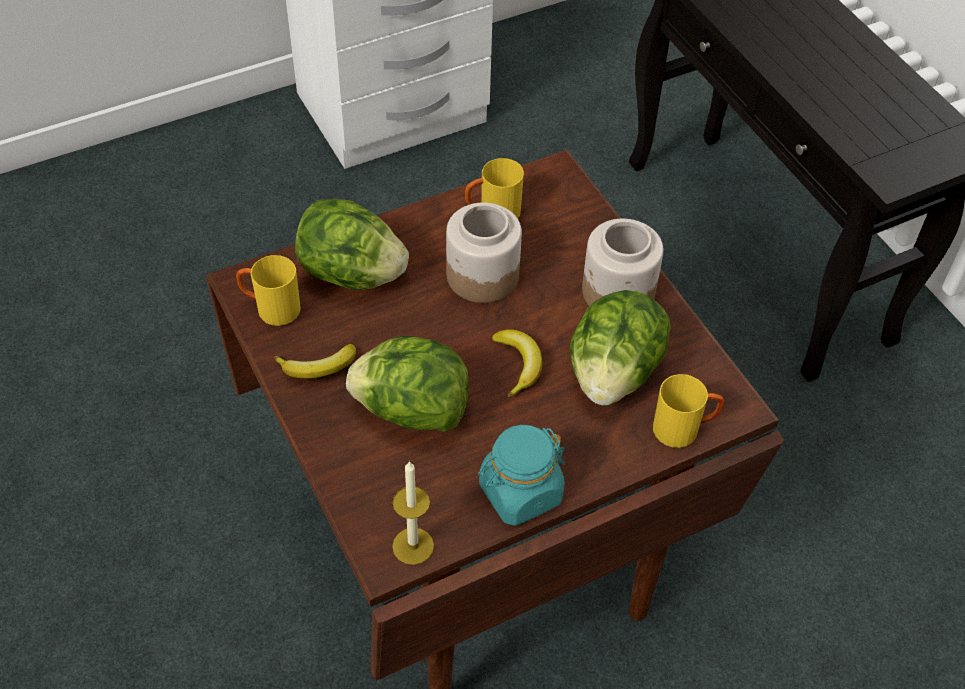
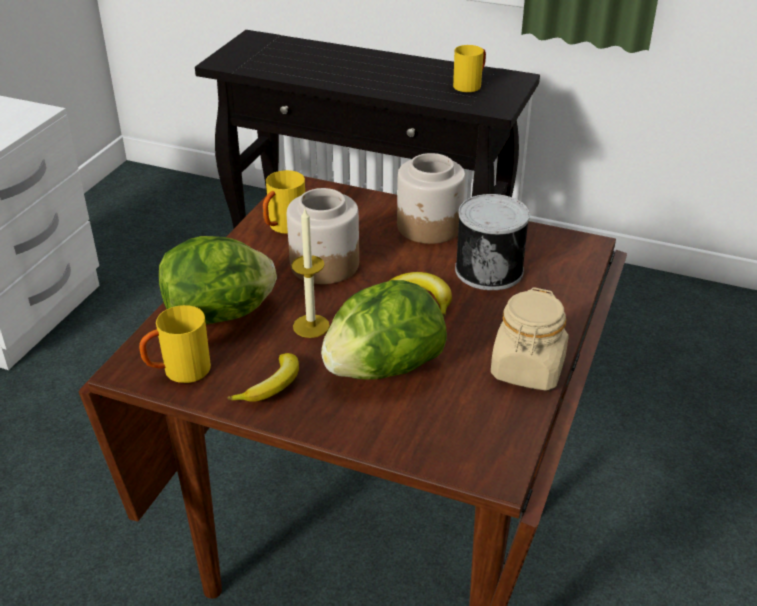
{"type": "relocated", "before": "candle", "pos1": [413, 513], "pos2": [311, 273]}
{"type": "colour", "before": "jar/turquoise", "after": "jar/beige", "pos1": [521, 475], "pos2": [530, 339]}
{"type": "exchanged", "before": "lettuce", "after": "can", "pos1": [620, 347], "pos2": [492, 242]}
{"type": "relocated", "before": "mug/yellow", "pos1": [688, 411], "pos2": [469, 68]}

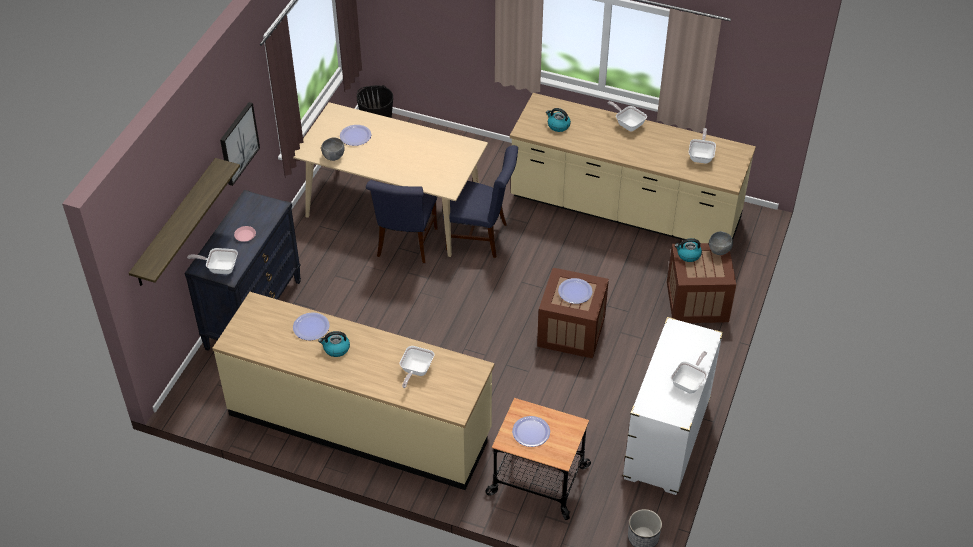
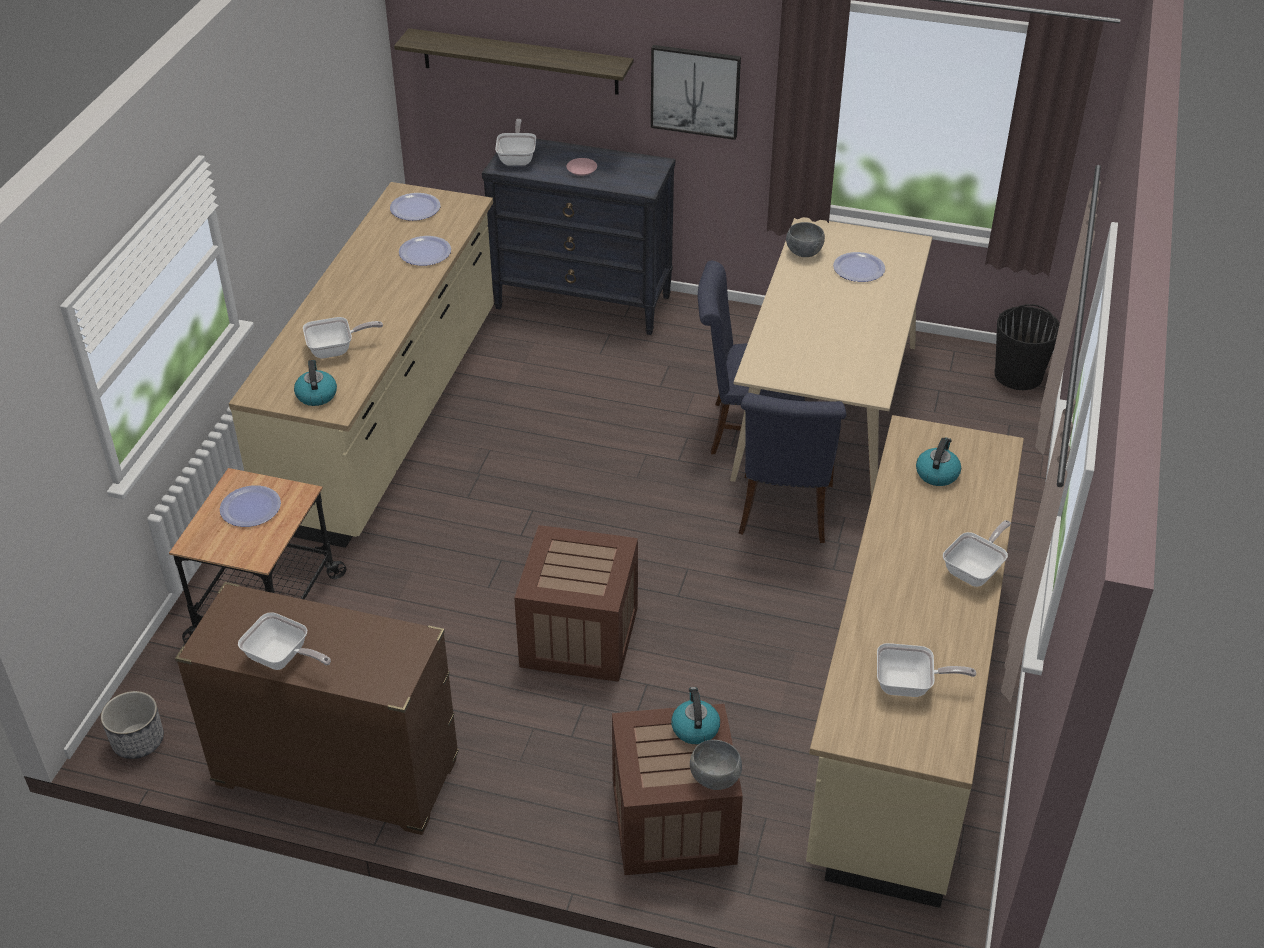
{"type": "relocated", "before": "kettle", "pos1": [334, 344], "pos2": [315, 383]}
{"type": "spun", "before": "frying pan", "pos1": [417, 367], "pos2": [343, 338], "turn": 150}
{"type": "relocated", "before": "plate", "pos1": [575, 291], "pos2": [415, 207]}
{"type": "colour", "before": "dresser/white", "after": "dresser/brown", "pos1": [673, 406], "pos2": [317, 708]}

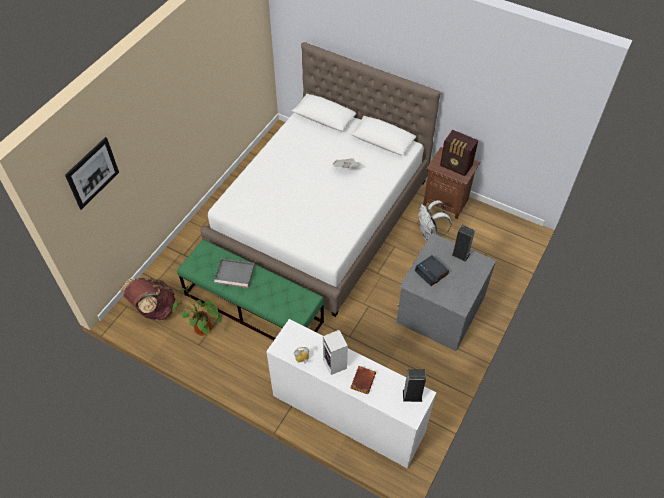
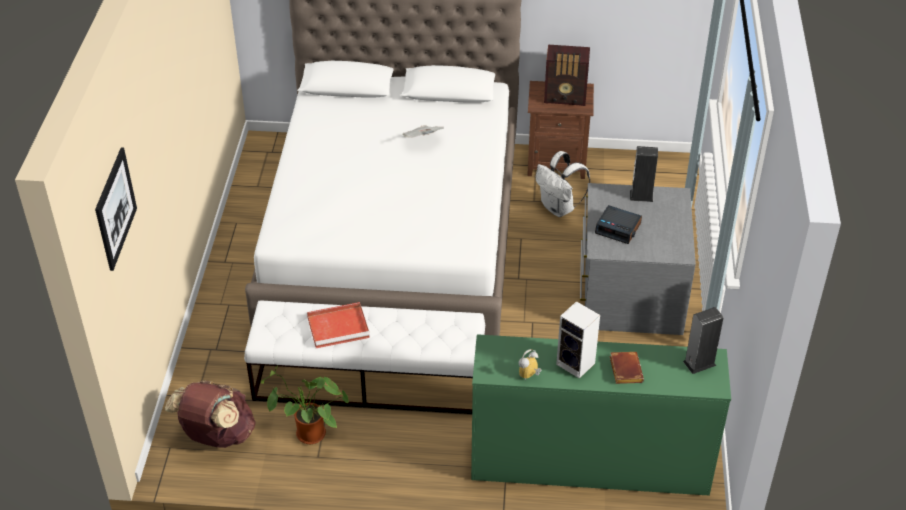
{"type": "colour", "before": "bench/green", "after": "bench/white", "pos1": [250, 290], "pos2": [364, 357]}
{"type": "colour", "before": "tray/grey", "after": "tray/red", "pos1": [234, 273], "pos2": [338, 325]}
{"type": "colour", "before": "dresser/white", "after": "dresser/green", "pos1": [351, 393], "pos2": [601, 415]}

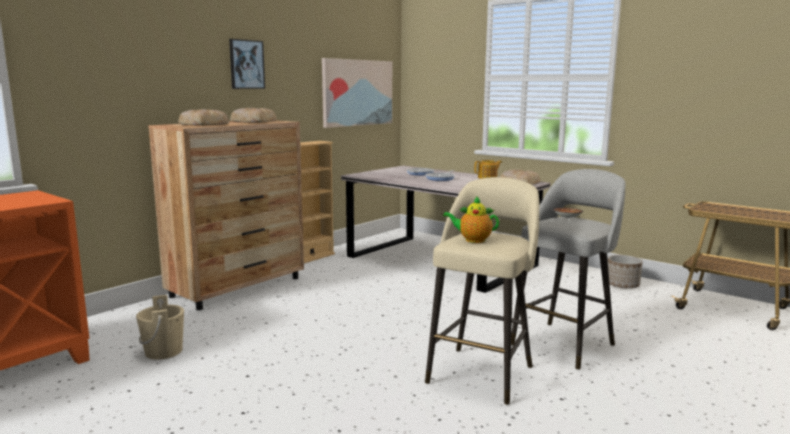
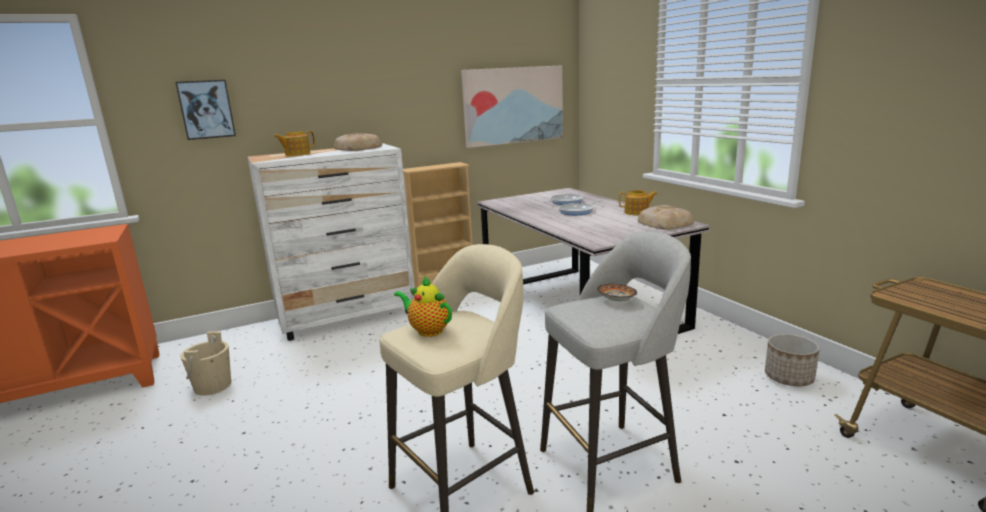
{"type": "colour", "before": "dresser/brown", "after": "dresser/white", "pos1": [226, 215], "pos2": [331, 242]}
{"type": "exchanged", "before": "bread", "after": "teapot", "pos1": [203, 117], "pos2": [294, 143]}
{"type": "relocated", "before": "picture", "pos1": [247, 64], "pos2": [205, 110]}

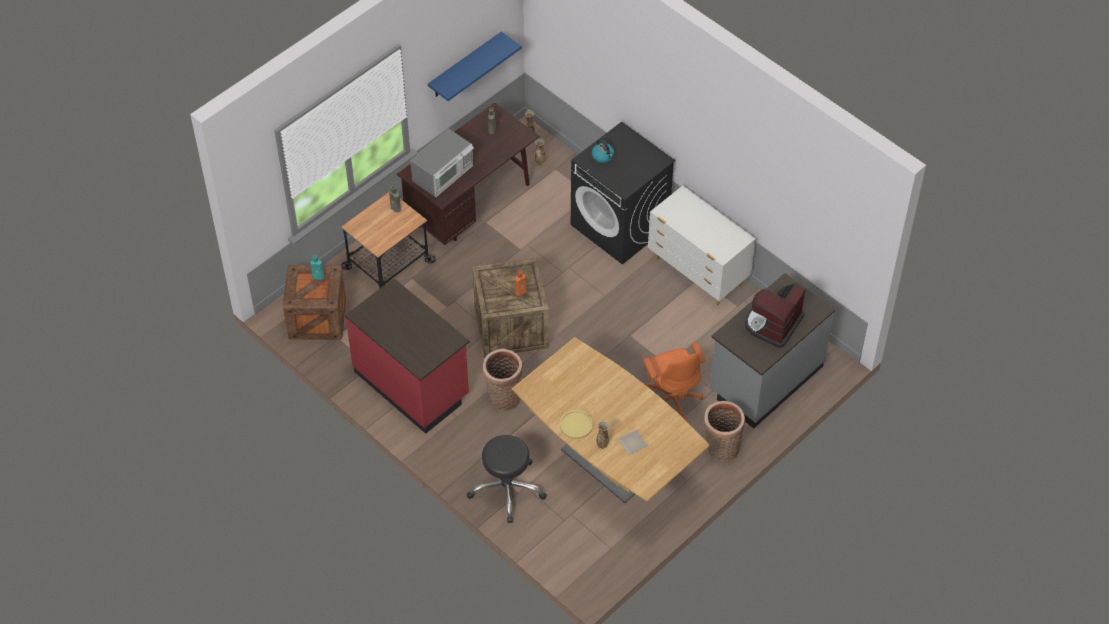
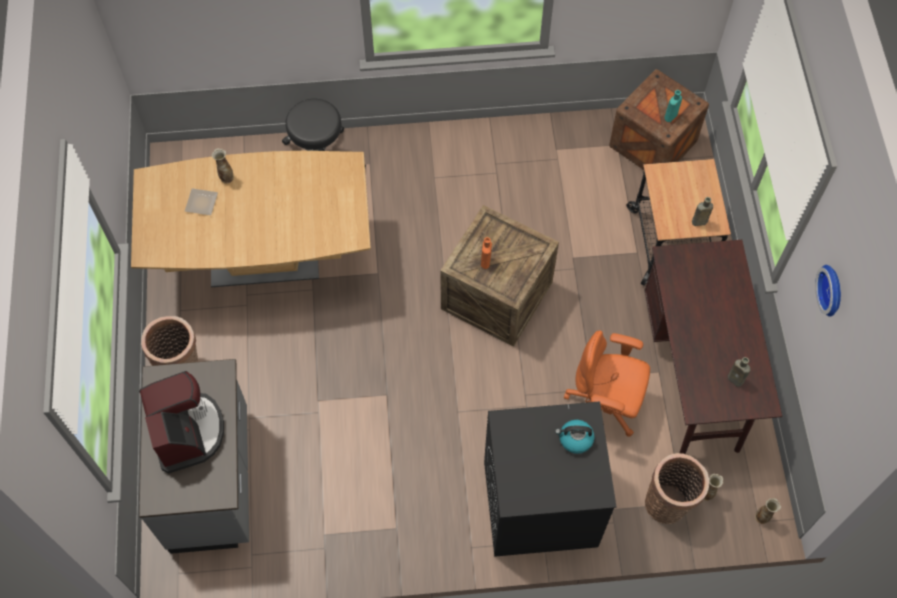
{"type": "missing", "before": "counter/red", "pos1": [407, 356]}
{"type": "missing", "before": "microwave", "pos1": [442, 162]}
{"type": "missing", "before": "shelf/blue", "pos1": [475, 66]}
{"type": "relocated", "before": "basket", "pos1": [503, 380], "pos2": [677, 488]}
{"type": "missing", "before": "plate/yellow", "pos1": [576, 424]}
{"type": "relocated", "before": "office chair/orange", "pos1": [674, 382], "pos2": [607, 383]}
{"type": "missing", "before": "dresser/white", "pos1": [702, 246]}
{"type": "appeared", "after": "wall clock", "pos2": [828, 291]}

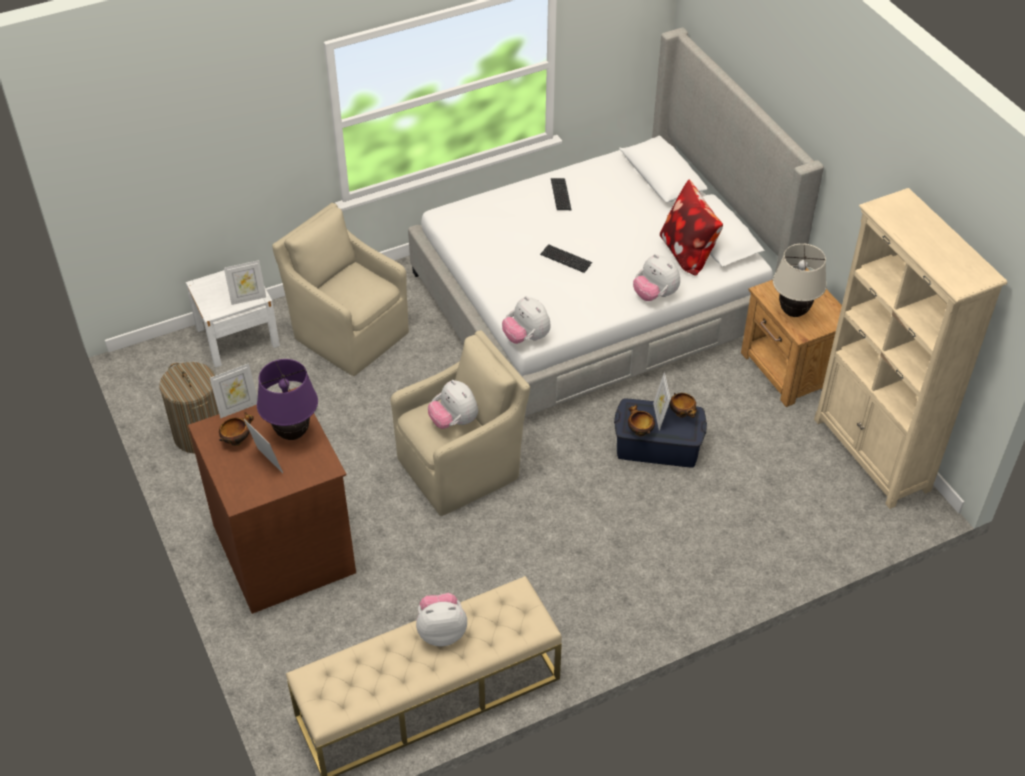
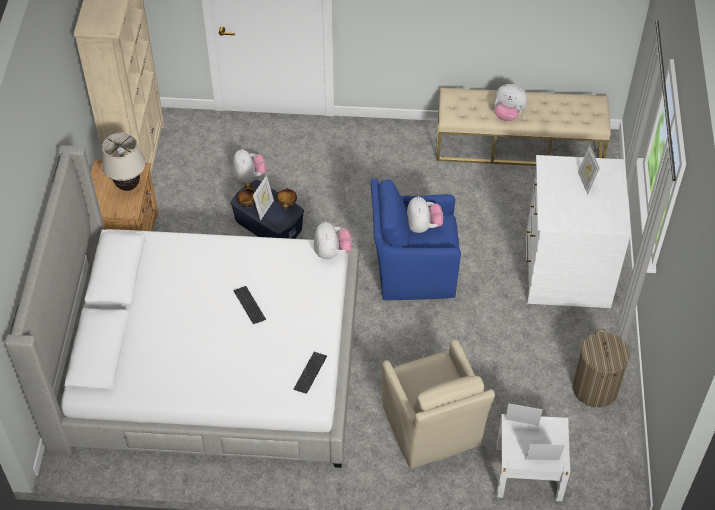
{"type": "colour", "before": "dresser/brown", "after": "dresser/white", "pos1": [272, 500], "pos2": [578, 231]}
{"type": "relocated", "before": "picture frame", "pos1": [234, 390], "pos2": [545, 452]}
{"type": "missing", "before": "bowl", "pos1": [236, 429]}
{"type": "missing", "before": "table lamp/purple", "pos1": [287, 399]}
{"type": "colour", "before": "armchair/beige", "after": "armchair/blue", "pos1": [460, 423], "pos2": [416, 239]}
{"type": "relocated", "before": "keyboard", "pos1": [561, 194], "pos2": [310, 373]}
{"type": "relocated", "before": "plush toy", "pos1": [656, 277], "pos2": [250, 166]}
{"type": "missing", "before": "pillow", "pos1": [691, 227]}

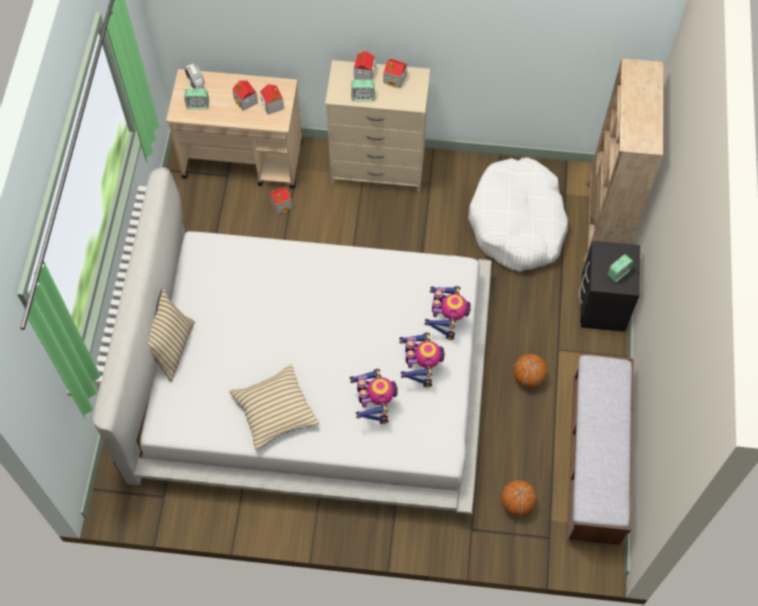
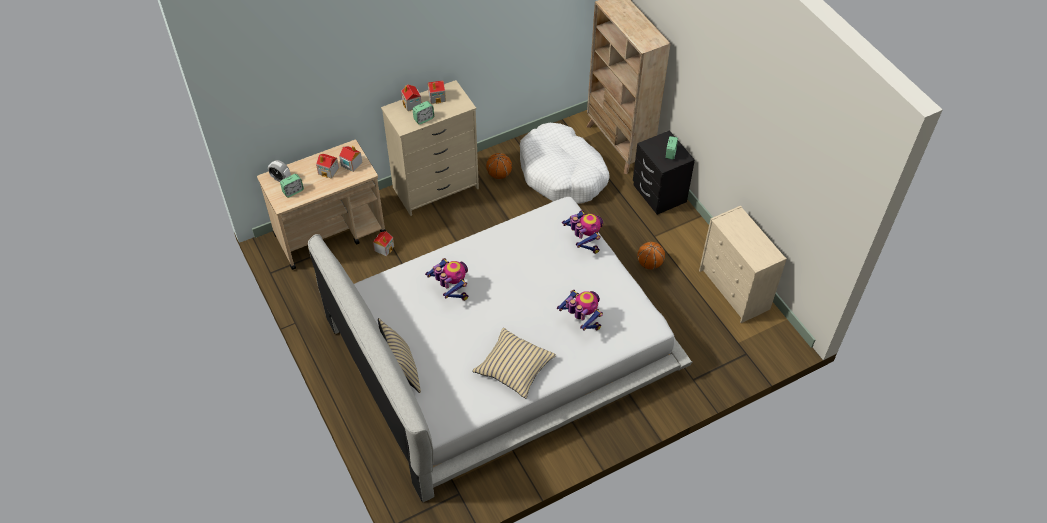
{"type": "relocated", "before": "toy robot", "pos1": [422, 360], "pos2": [446, 279]}
{"type": "relocated", "before": "basketball", "pos1": [519, 498], "pos2": [499, 166]}
{"type": "exchanged", "before": "bench", "after": "dresser/beige", "pos1": [600, 450], "pos2": [743, 264]}

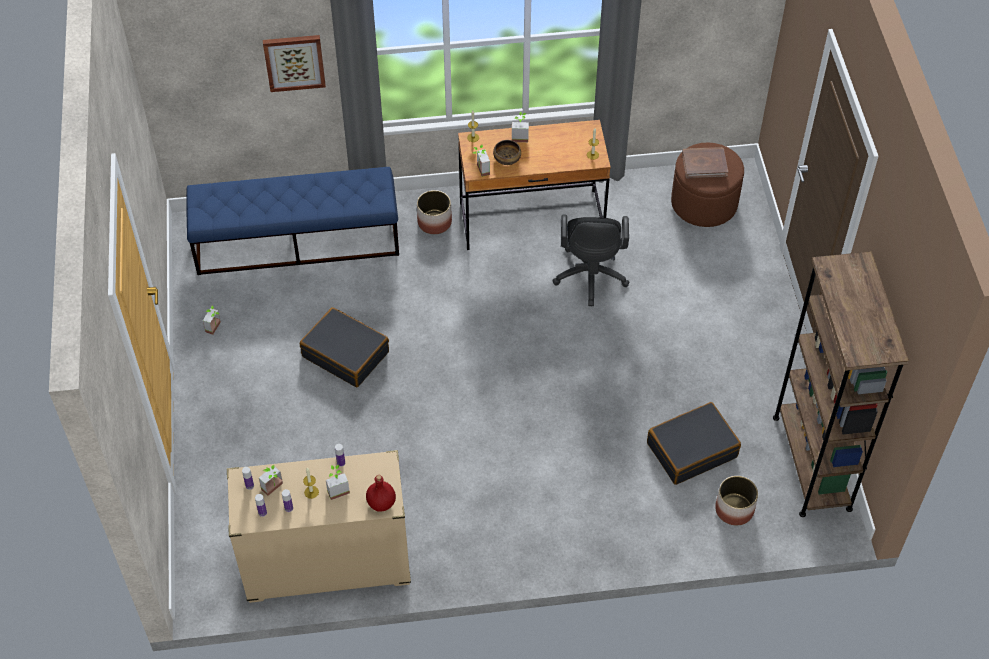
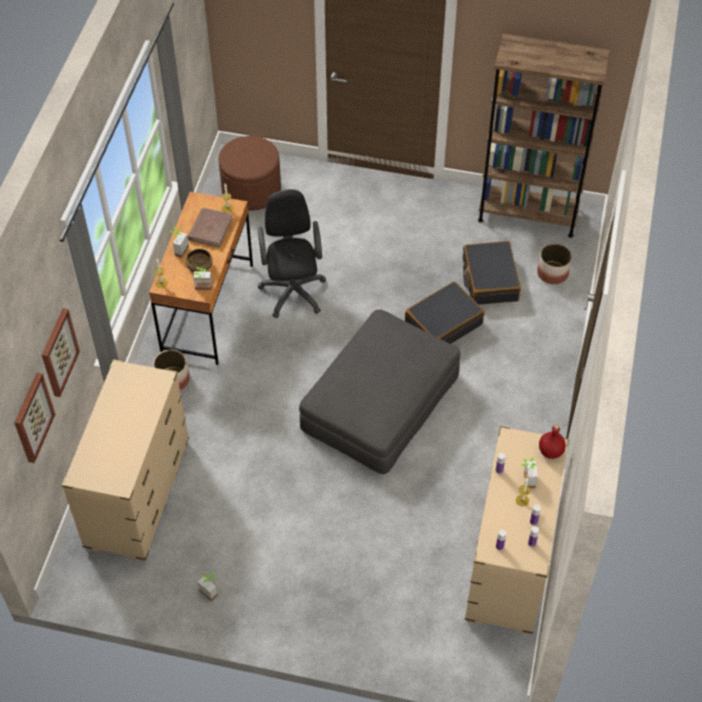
{"type": "exchanged", "before": "bench/blue", "after": "dresser/beige", "pos1": [292, 221], "pos2": [125, 460]}
{"type": "missing", "before": "potted plant", "pos1": [271, 480]}
{"type": "relocated", "before": "suitcase/black", "pos1": [344, 347], "pos2": [444, 312]}
{"type": "spun", "before": "office chair/black", "pos1": [590, 260], "pos2": [292, 253], "turn": -120}
{"type": "relocated", "before": "book/brown", "pos1": [705, 162], "pos2": [210, 228]}
{"type": "appeared", "after": "picture", "pos2": [34, 418]}
{"type": "appeared", "after": "ottoman/grey", "pos2": [379, 391]}

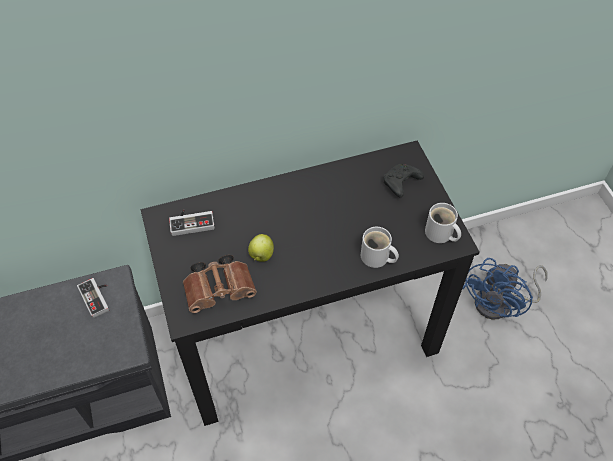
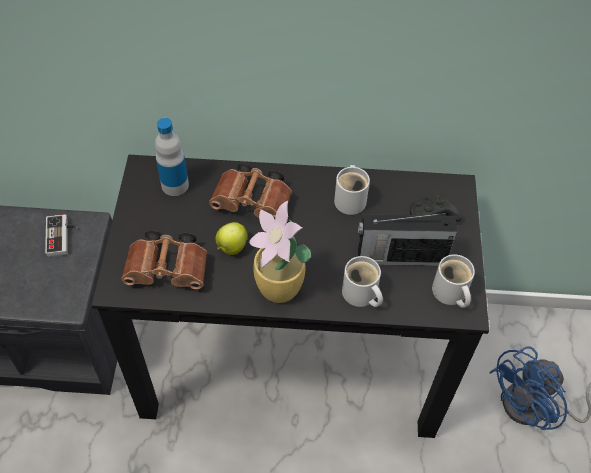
{"type": "exchanged", "before": "game controller", "after": "bottle", "pos1": [192, 222], "pos2": [172, 157]}
{"type": "appeared", "after": "binoculars/brown", "pos2": [250, 191]}
{"type": "appeared", "after": "potted plant", "pos2": [279, 252]}
{"type": "appeared", "after": "mug/white", "pos2": [352, 190]}
{"type": "appeared", "after": "radio", "pos2": [407, 239]}

